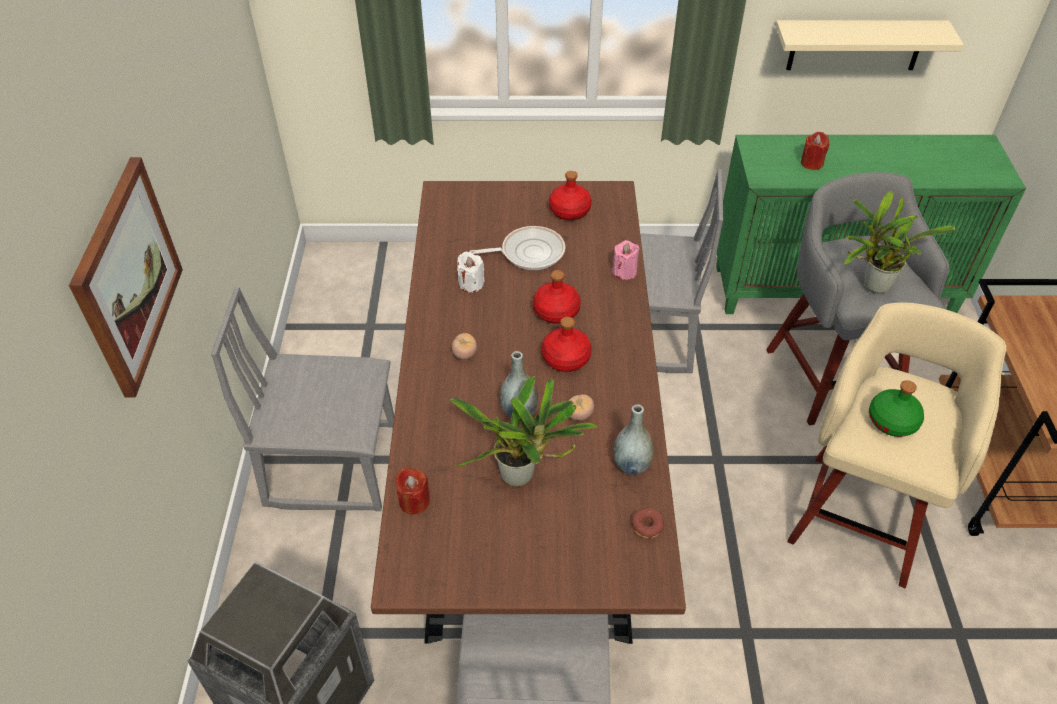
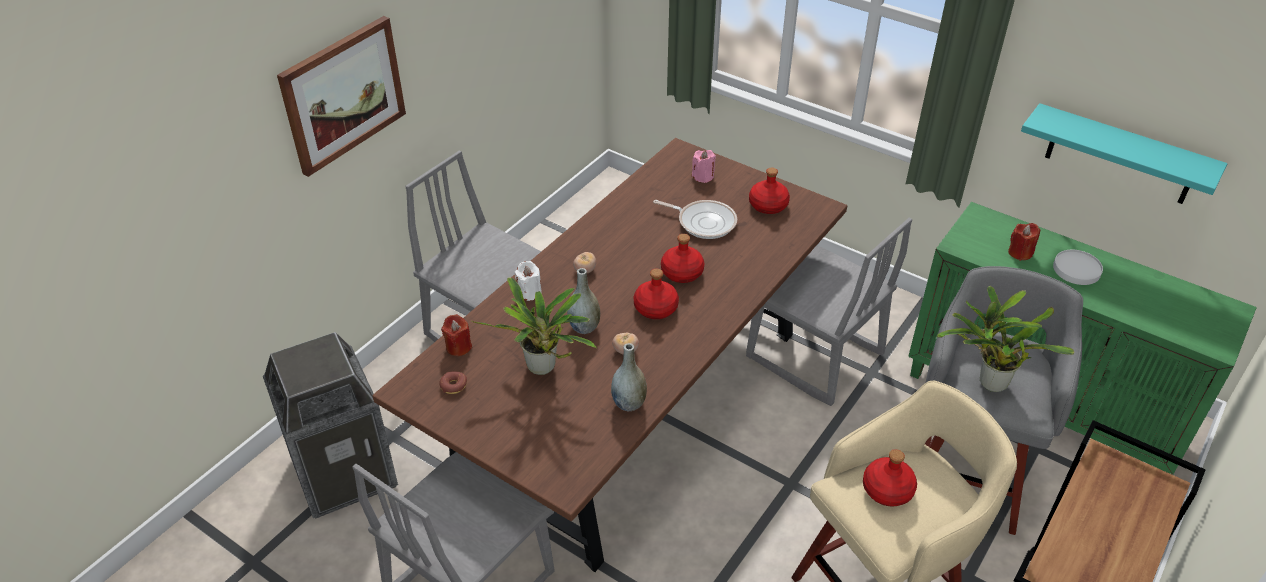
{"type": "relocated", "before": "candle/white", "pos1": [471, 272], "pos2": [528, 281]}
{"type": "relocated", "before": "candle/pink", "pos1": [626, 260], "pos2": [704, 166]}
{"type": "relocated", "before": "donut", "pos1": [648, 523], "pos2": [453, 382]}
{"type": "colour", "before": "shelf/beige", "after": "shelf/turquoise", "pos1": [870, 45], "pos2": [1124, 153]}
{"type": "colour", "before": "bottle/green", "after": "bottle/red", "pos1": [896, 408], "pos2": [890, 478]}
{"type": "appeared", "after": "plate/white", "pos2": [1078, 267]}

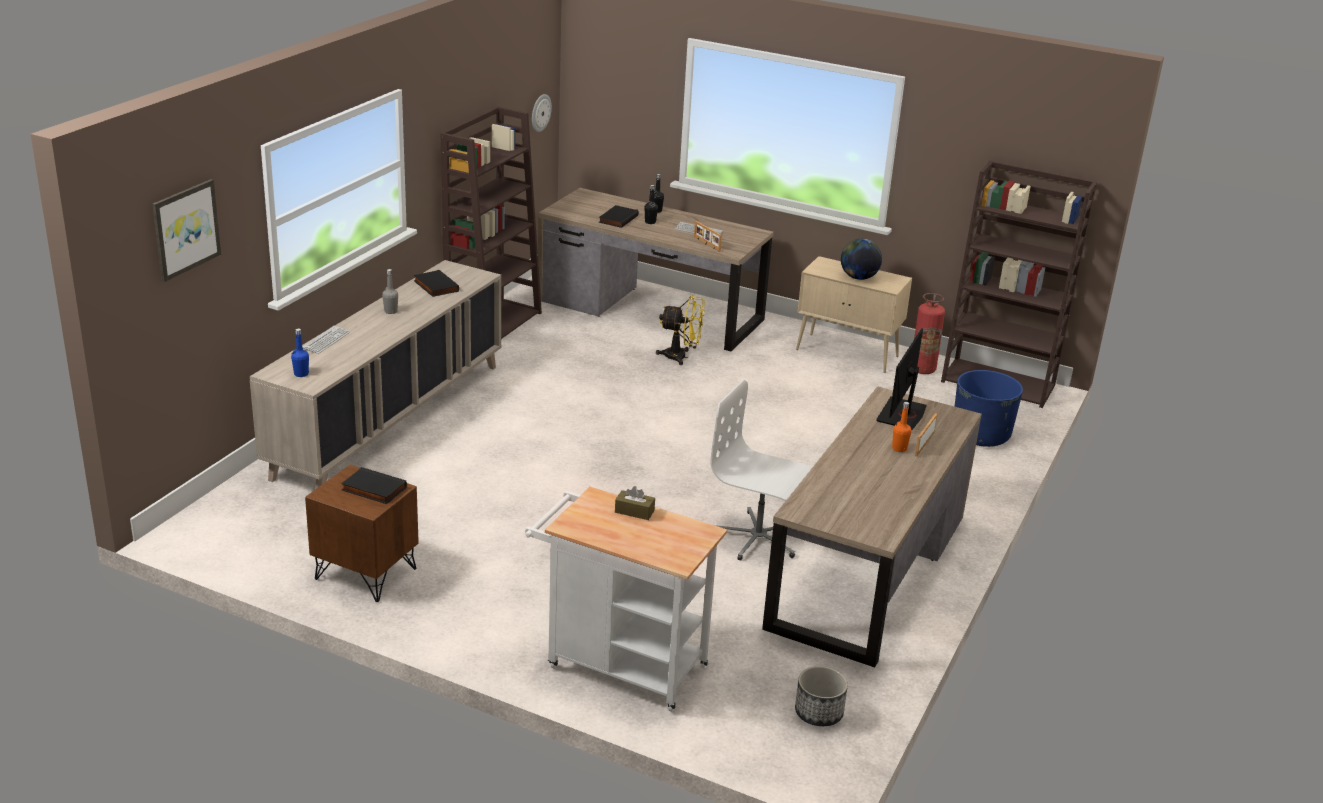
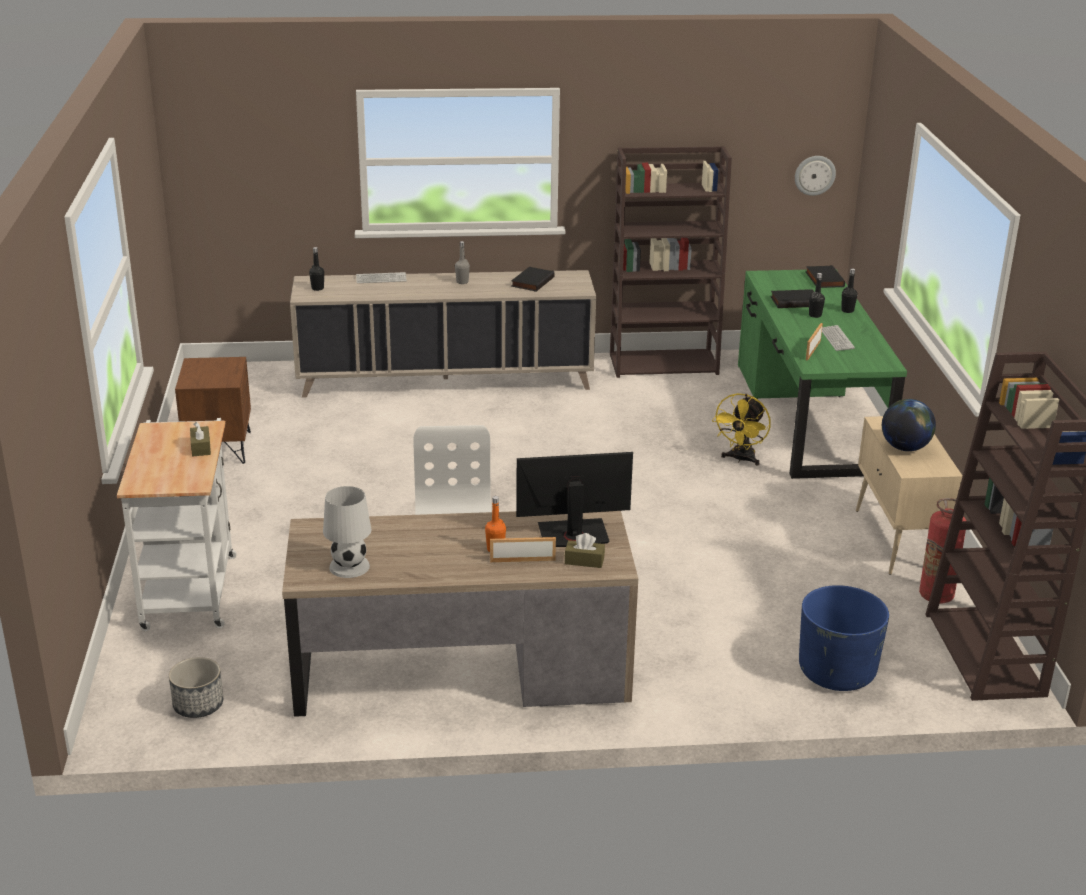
{"type": "missing", "before": "picture", "pos1": [186, 230]}
{"type": "colour", "before": "bottle/blue", "after": "bottle/black", "pos1": [300, 353], "pos2": [316, 269]}
{"type": "relocated", "before": "book/black", "pos1": [374, 485], "pos2": [825, 276]}
{"type": "colour", "before": "desk/brown", "after": "desk/green", "pos1": [656, 269], "pos2": [822, 374]}
{"type": "spun", "before": "fan/yellow", "pos1": [680, 330], "pos2": [741, 429], "turn": 45}
{"type": "appeared", "after": "table lamp/white", "pos2": [347, 532]}
{"type": "appeared", "after": "tissue box/brown", "pos2": [585, 550]}

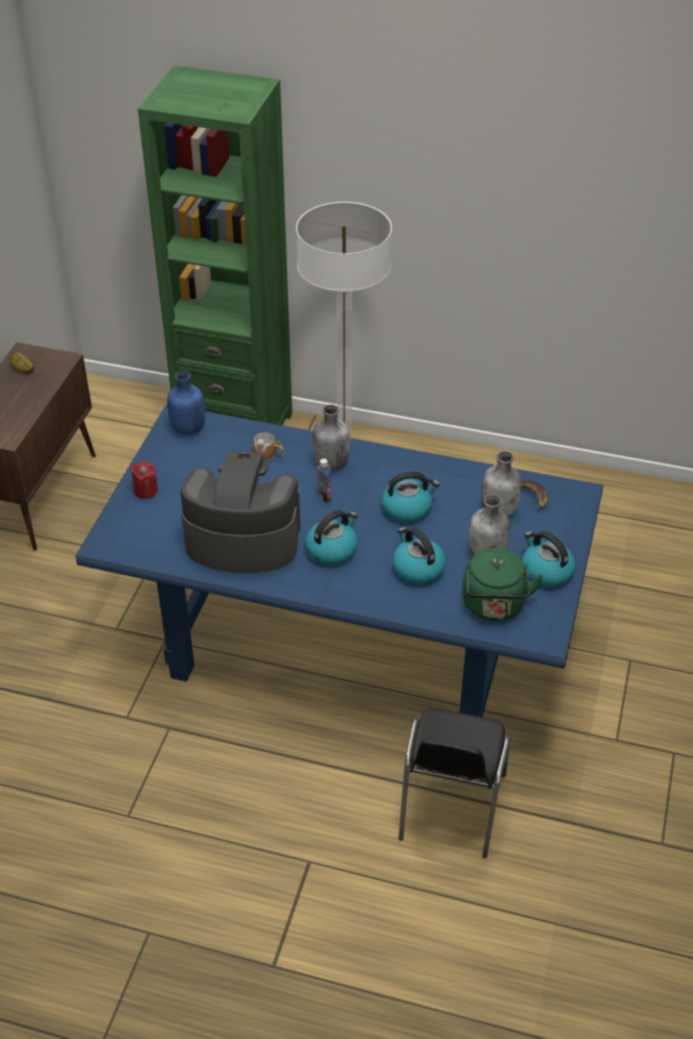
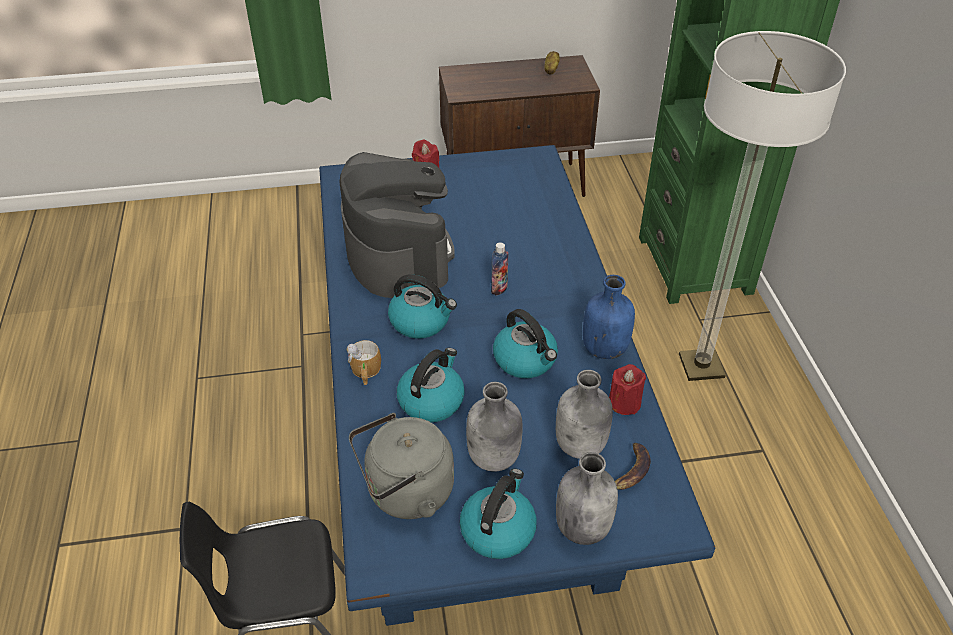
{"type": "relocated", "before": "bottle/blue", "pos1": [186, 403], "pos2": [609, 317]}
{"type": "relocated", "before": "mug", "pos1": [268, 446], "pos2": [363, 362]}
{"type": "relocated", "before": "bottle/grey", "pos1": [331, 437], "pos2": [587, 498]}
{"type": "colour", "before": "kettle/green", "after": "kettle/grey", "pos1": [502, 584], "pos2": [401, 466]}
{"type": "appeared", "after": "candle/red", "pos2": [627, 389]}

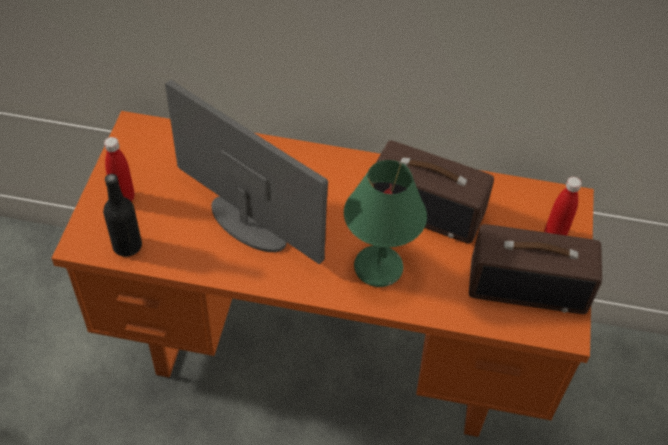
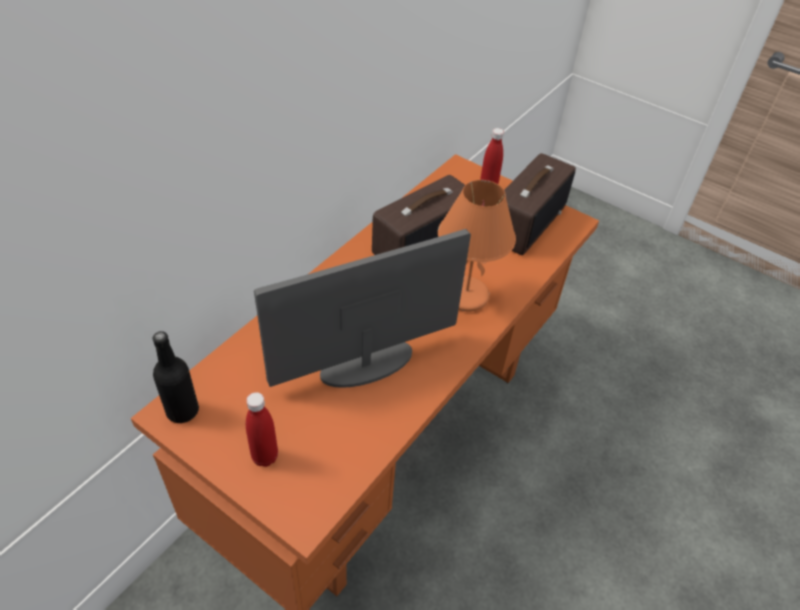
{"type": "relocated", "before": "bottle/black", "pos1": [122, 215], "pos2": [175, 377]}
{"type": "colour", "before": "table lamp/green", "after": "table lamp/orange", "pos1": [385, 223], "pos2": [477, 246]}

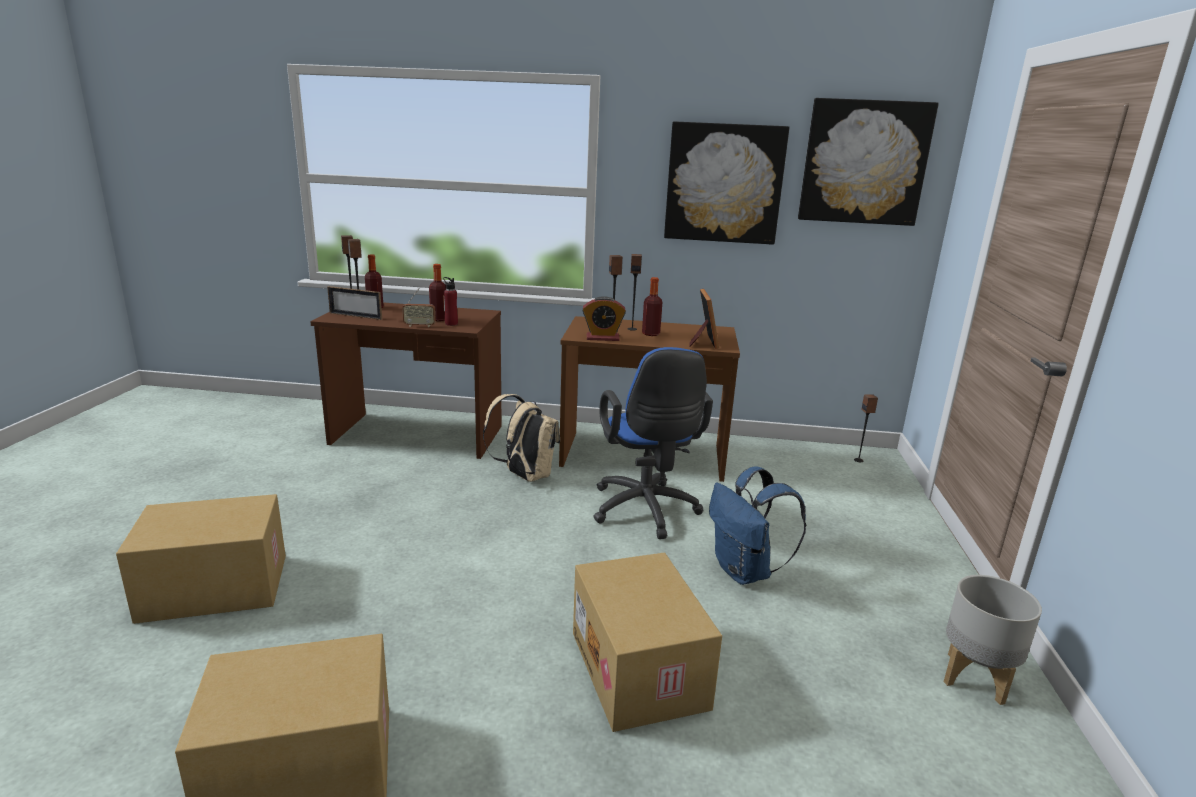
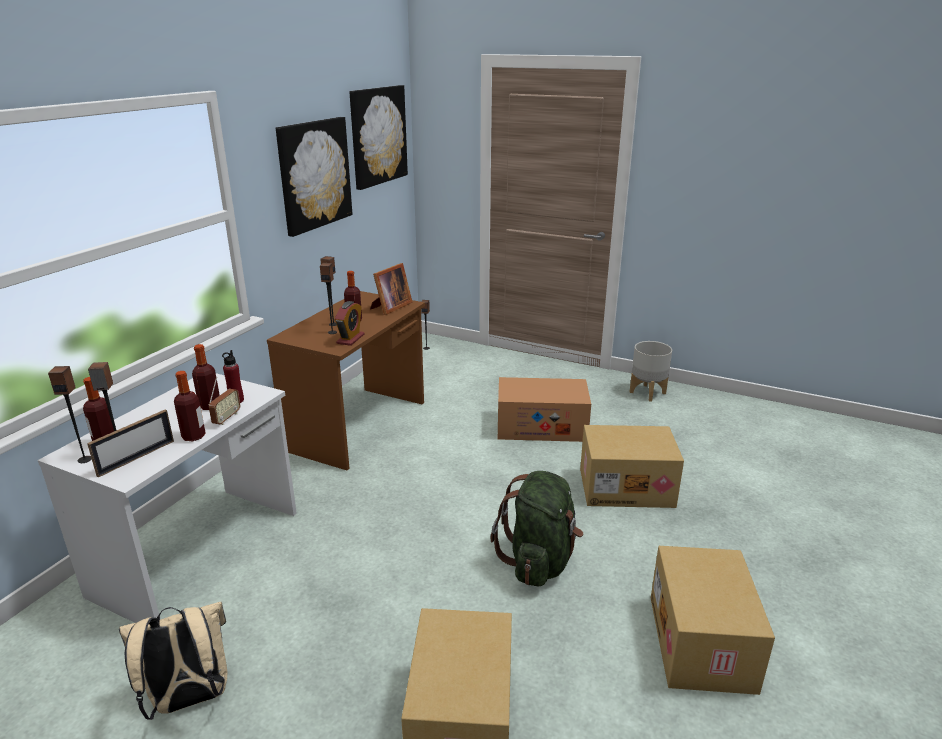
{"type": "colour", "before": "desk/brown", "after": "desk/white", "pos1": [406, 380], "pos2": [167, 498]}
{"type": "relocated", "before": "backpack/beige", "pos1": [521, 438], "pos2": [173, 661]}
{"type": "missing", "before": "office chair/blue", "pos1": [653, 443]}
{"type": "spun", "before": "picture frame", "pos1": [704, 319], "pos2": [391, 289], "turn": 105}
{"type": "exchanged", "before": "backpack/blue", "after": "cardboard box", "pos1": [758, 525], "pos2": [544, 409]}
{"type": "appeared", "after": "bottle", "pos2": [190, 406]}
{"type": "appeared", "after": "backpack/green", "pos2": [537, 528]}

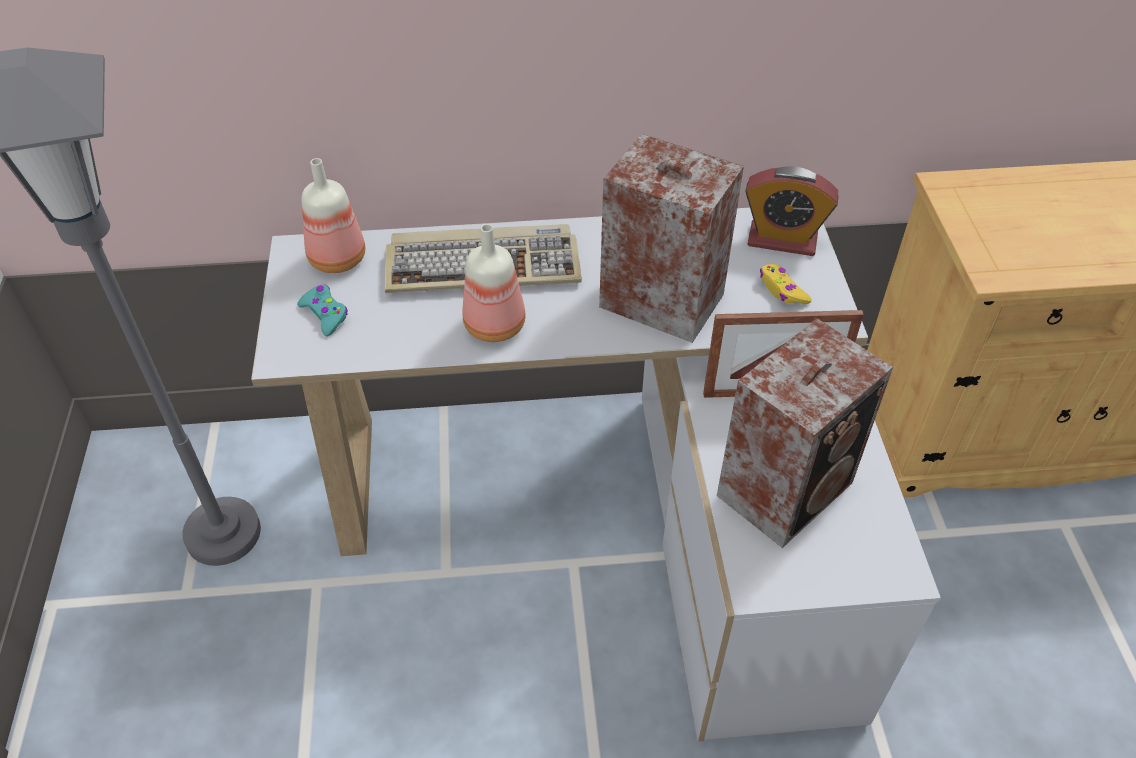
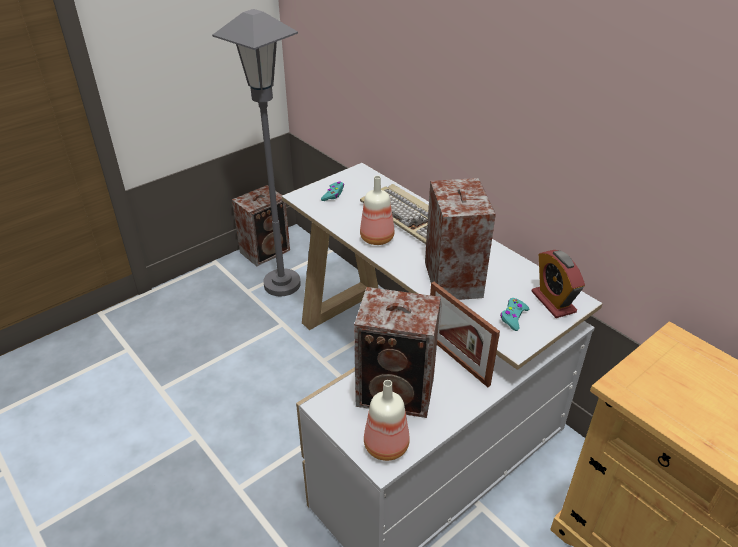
{"type": "relocated", "before": "bottle", "pos1": [333, 215], "pos2": [387, 420]}
{"type": "colour", "before": "game controller/yellow", "after": "game controller/turquoise", "pos1": [786, 284], "pos2": [515, 314]}
{"type": "appeared", "after": "speaker", "pos2": [261, 225]}

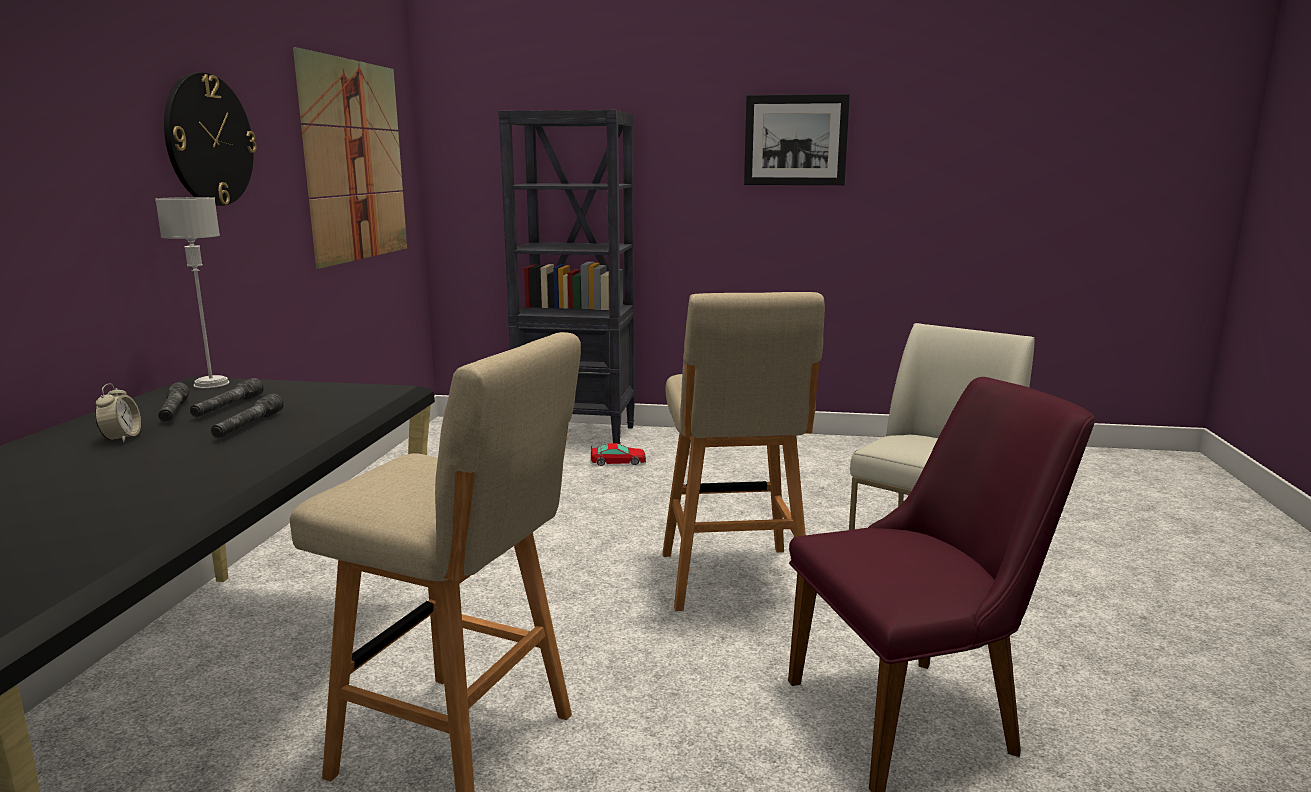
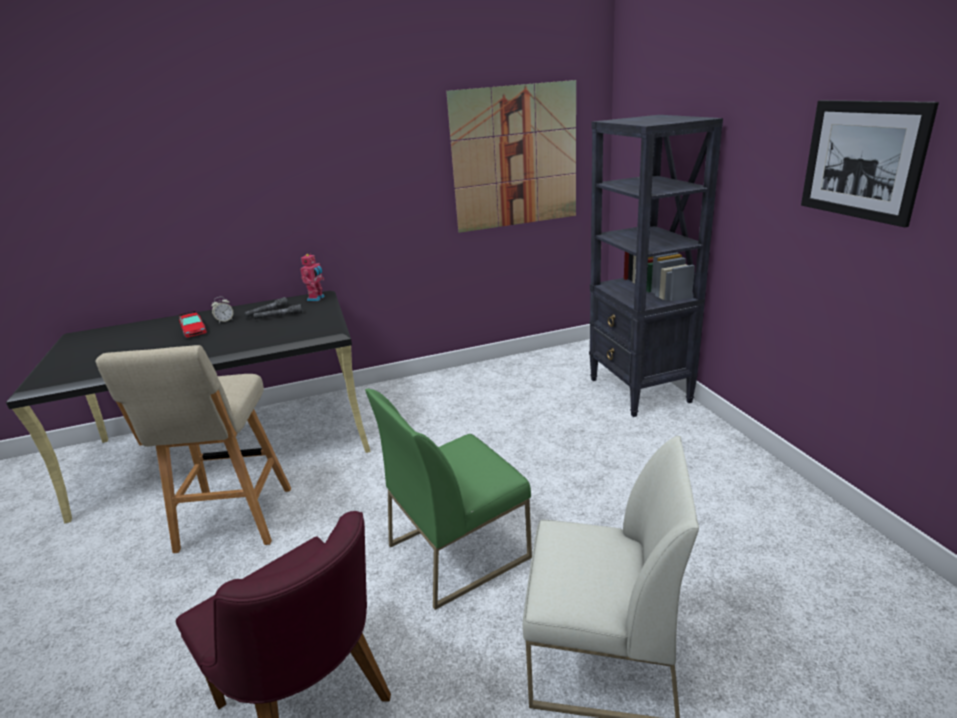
{"type": "exchanged", "before": "table lamp/grey", "after": "toy robot", "pos1": [192, 292], "pos2": [312, 277]}
{"type": "missing", "before": "wall clock", "pos1": [210, 139]}
{"type": "missing", "before": "flashlight/grey", "pos1": [247, 416]}
{"type": "relocated", "before": "toy car", "pos1": [618, 454], "pos2": [193, 324]}
{"type": "exchanged", "before": "stool/beige", "after": "chair/green", "pos1": [743, 451], "pos2": [448, 499]}

